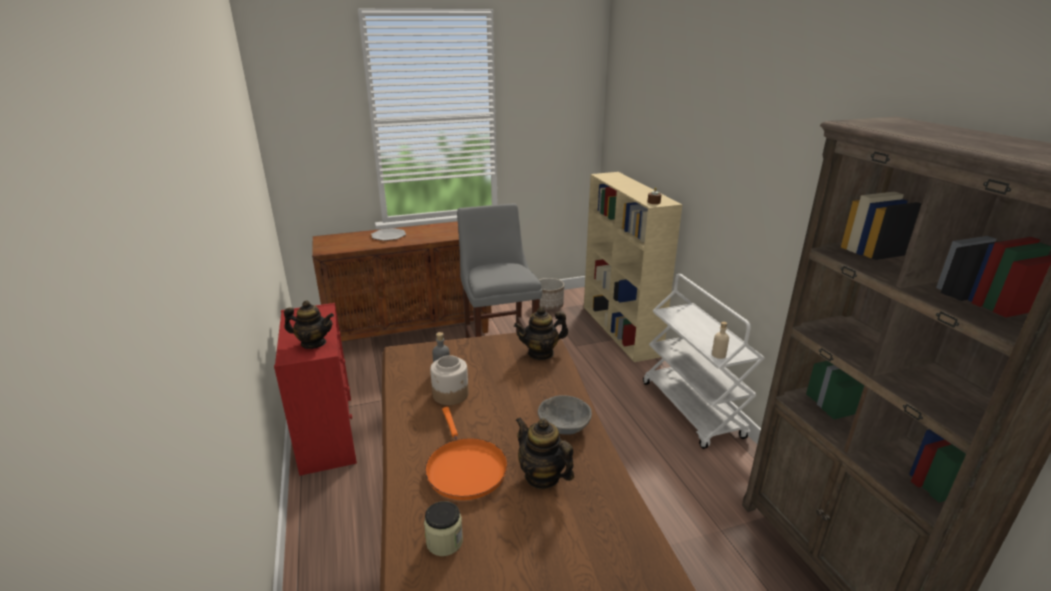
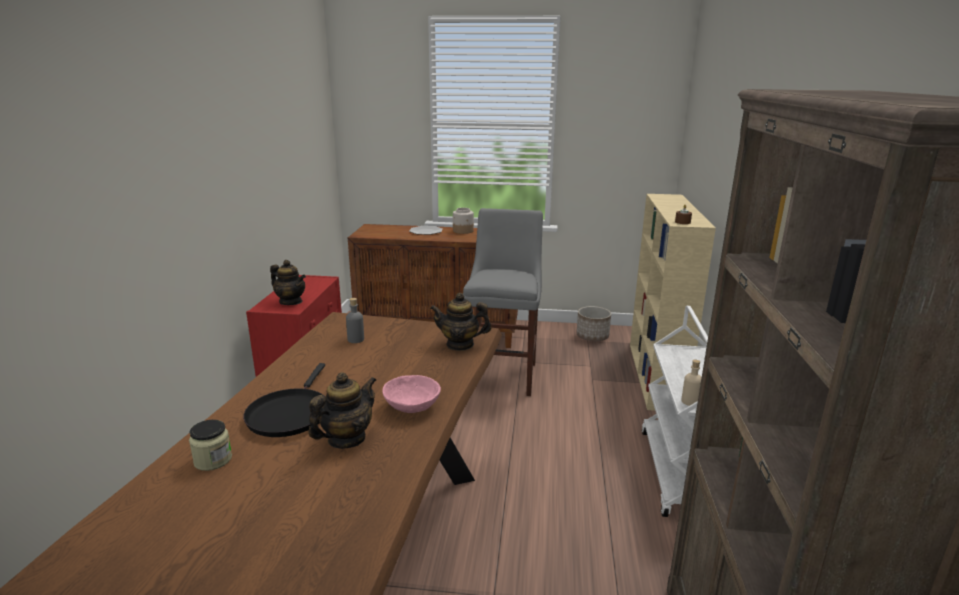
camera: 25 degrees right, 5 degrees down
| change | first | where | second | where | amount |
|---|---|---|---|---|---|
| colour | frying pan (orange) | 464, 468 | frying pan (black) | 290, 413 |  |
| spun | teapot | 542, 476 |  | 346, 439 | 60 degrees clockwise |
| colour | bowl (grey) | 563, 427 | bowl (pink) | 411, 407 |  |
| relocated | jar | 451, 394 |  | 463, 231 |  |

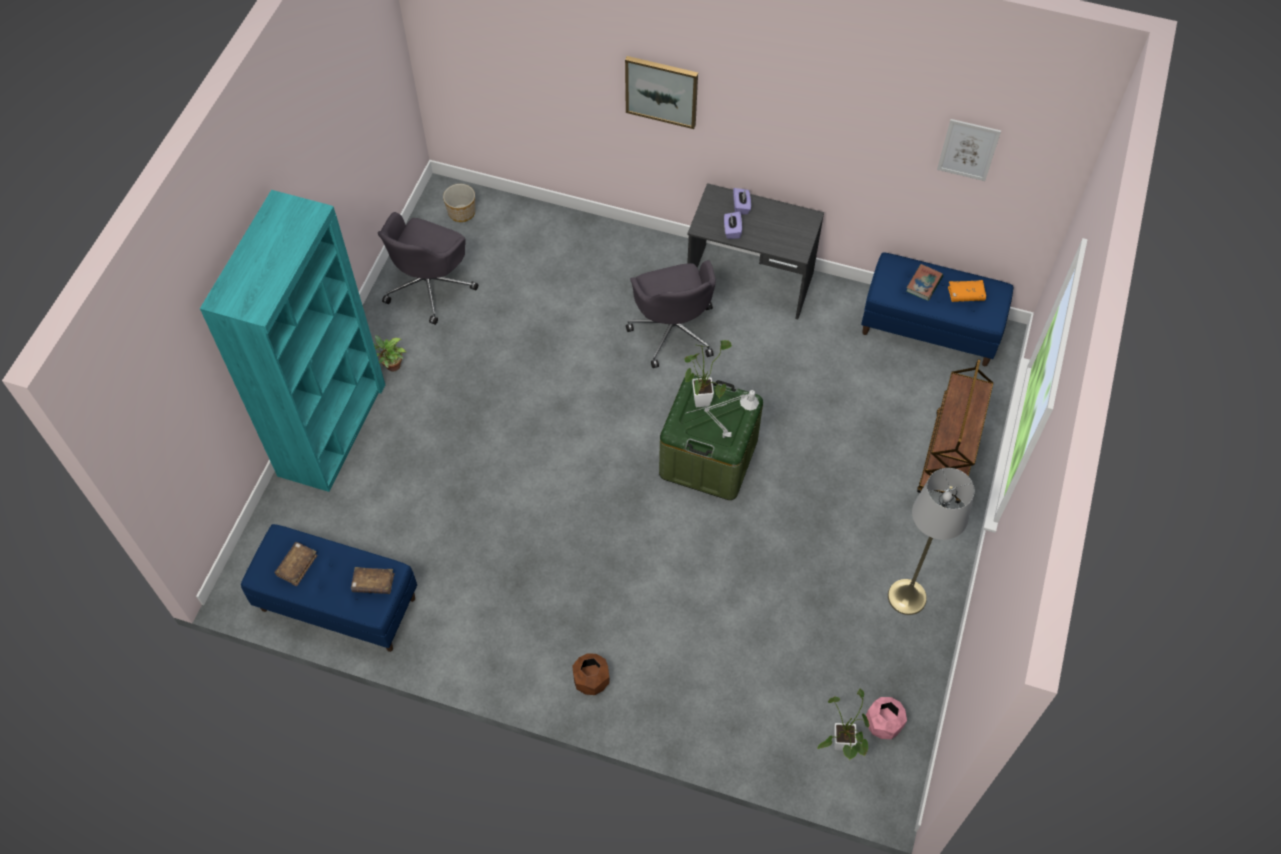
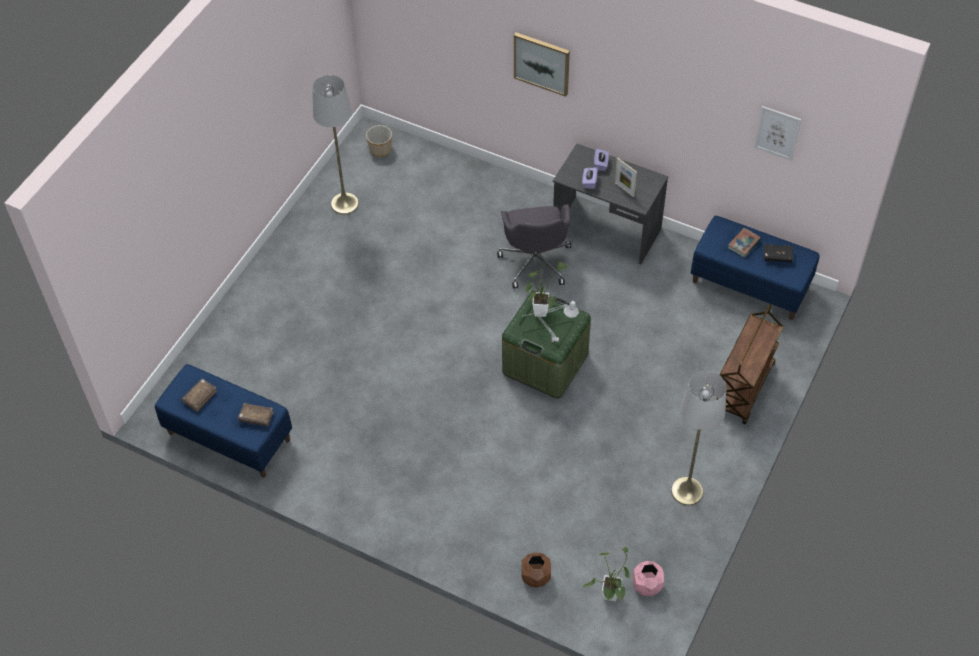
camera: 10 degrees right, 5 degrees down
| change | first | where | second | where | amount |
|---|---|---|---|---|---|
| exchanged | office chair (grey) | 430, 286 | floor lamp (grey) | 344, 203 |  |
| relocated | planter (brown) | 591, 681 |  | 535, 577 |  |
| appeared |  |  | picture frame | 624, 189 |  |
| colour | book (orange) | 966, 294 | book (black) | 777, 256 |  |
| missing | bookcase (turquoise) | 332, 429 |  |  |  |
| missing | potted plant | 391, 366 |  |  |  |

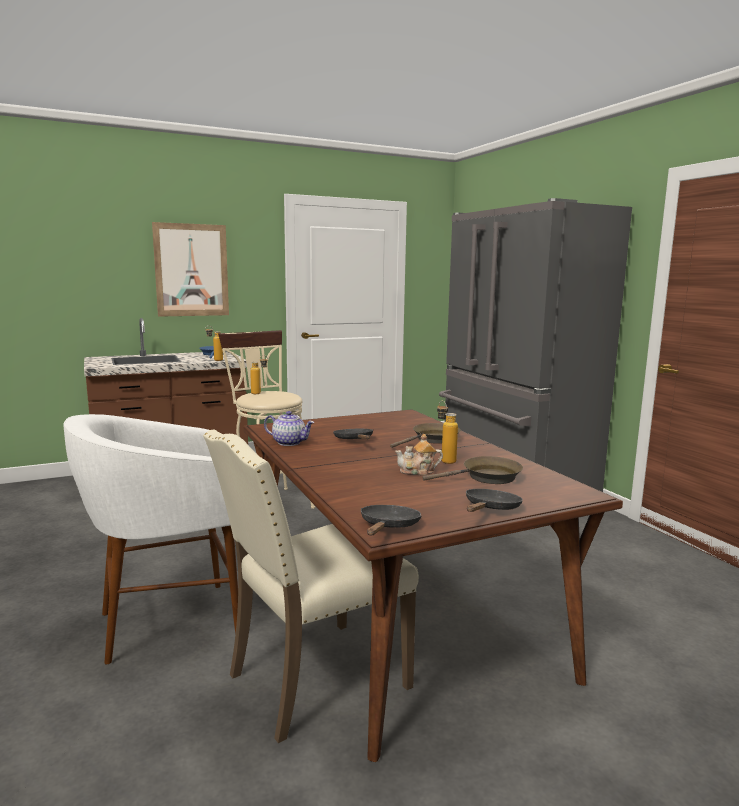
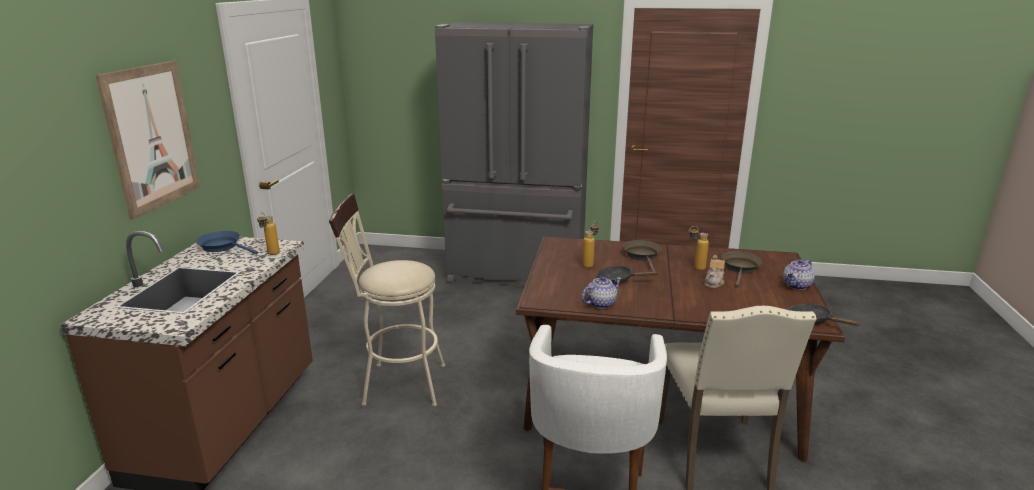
camera: 55 degrees left, 10 degrees up
| change | first | where | second | where | amount |
|---|---|---|---|---|---|
| relocated | bottle | 260, 393 |  | 590, 264 |  |
| exchanged | frying pan (black) | 490, 509 | teapot | 797, 285 |  |

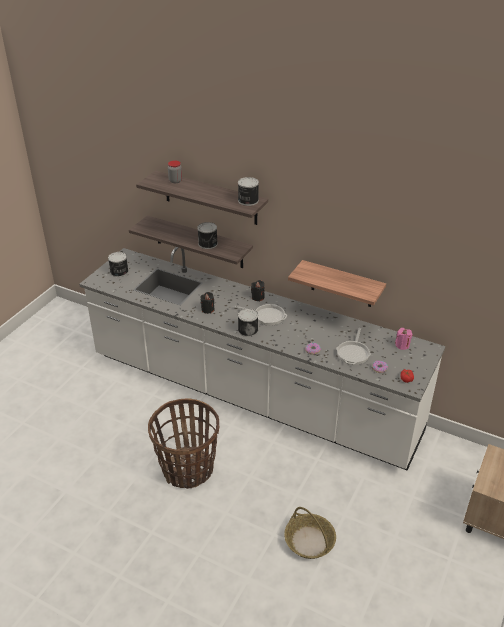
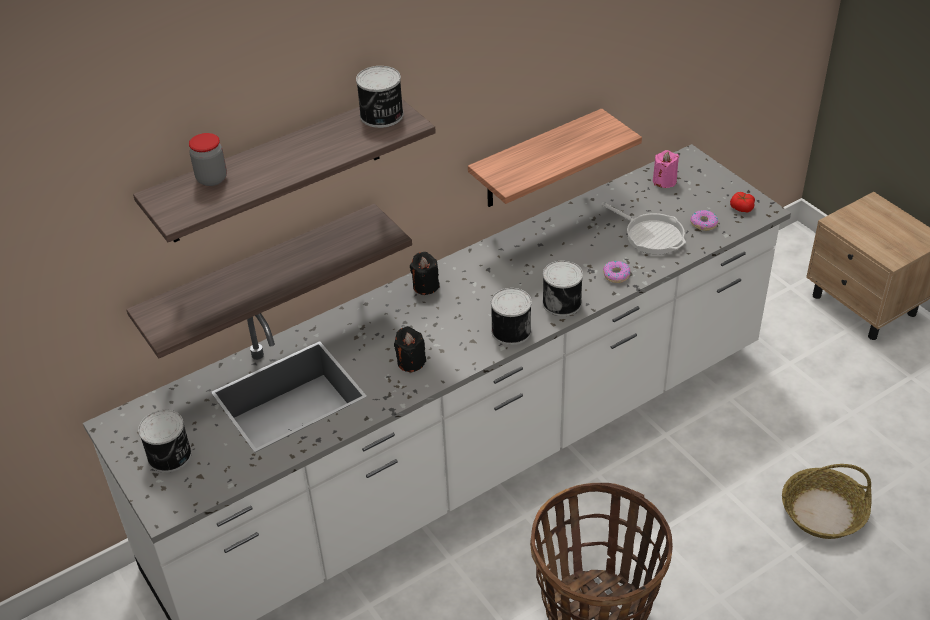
camera: 60 degrees left, 5 degrees up
| change | first | where | second | where | amount |
|---|---|---|---|---|---|
| relocated | can | 208, 244 |  | 562, 302 |  |
| missing | frying pan | 267, 316 |  |  |  |

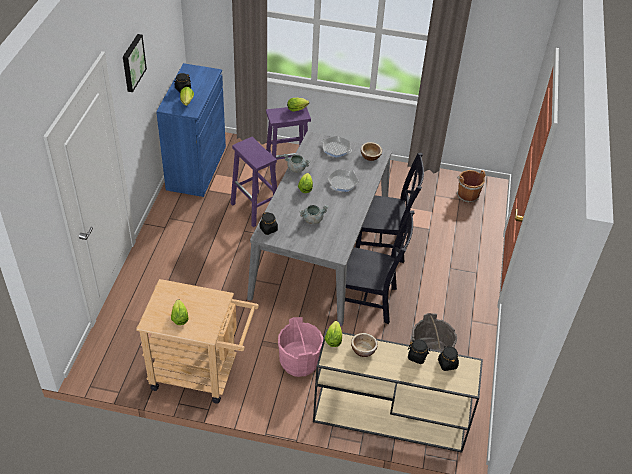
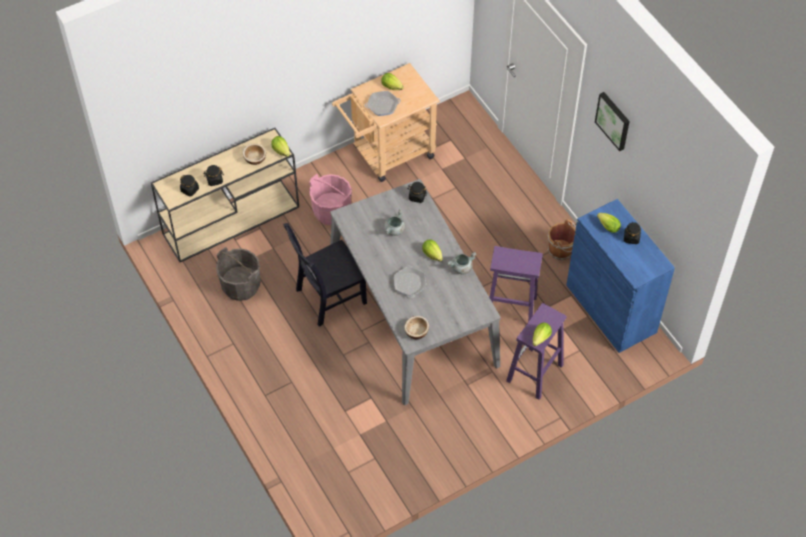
camera: 140 degrees right, 10 degrees up
| change | first | where | second | where | amount |
|---|---|---|---|---|---|
| relocated | frying pan | 336, 149 |  | 382, 105 |  |
| relocated | bucket (brown) | 467, 195 |  | 561, 250 |  |
| missing | chair (black) | 383, 244 |  |  |  |

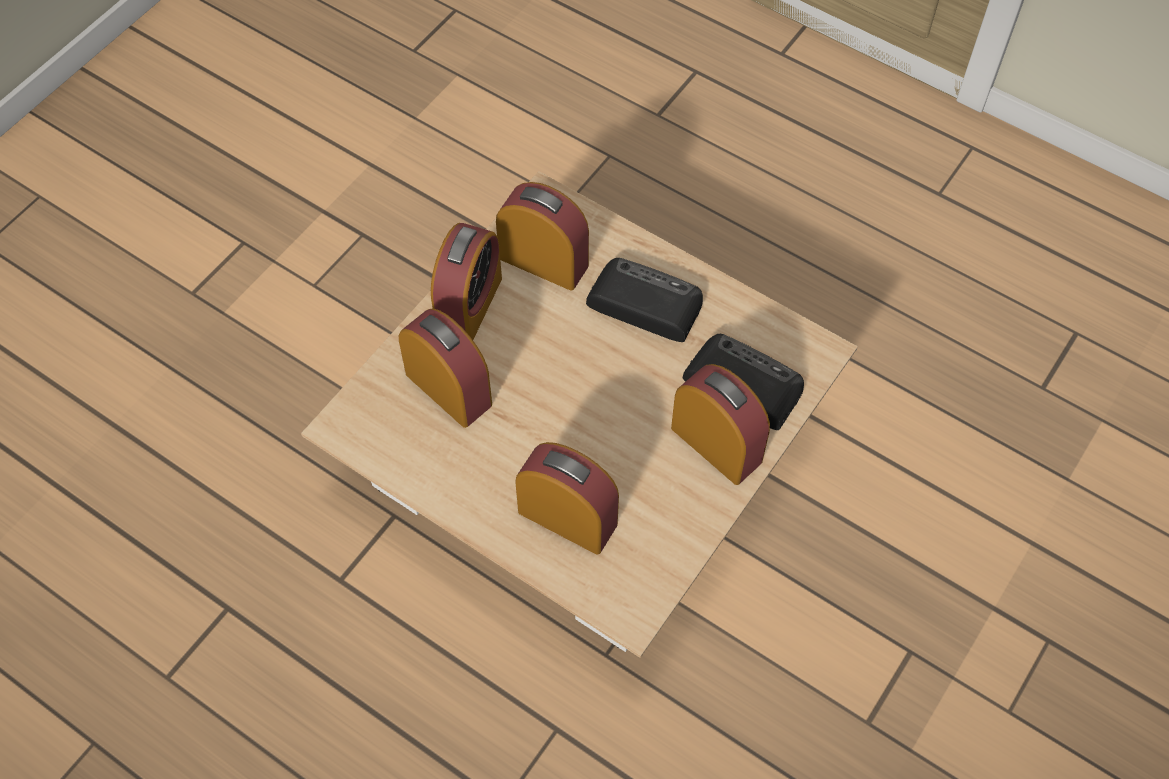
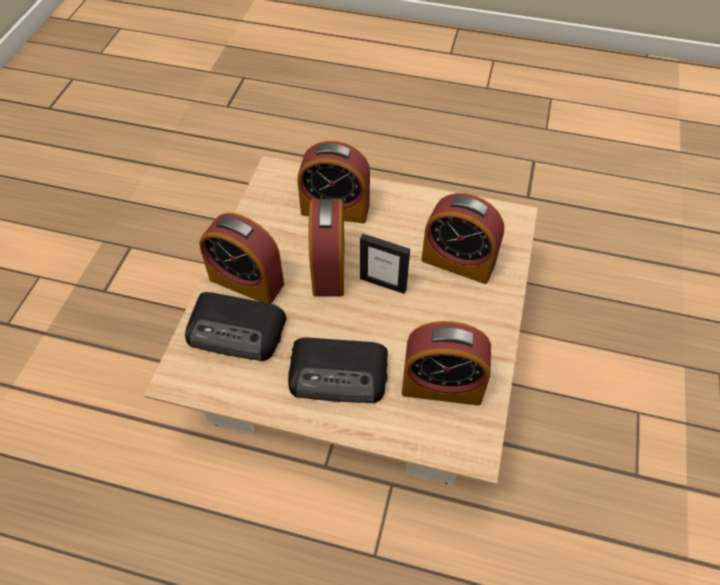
camera: 160 degrees right, 5 degrees down
| change | first | where | second | where | amount |
|---|---|---|---|---|---|
| relocated | alarm clock | 469, 305 |  | 329, 267 |  |
| appeared |  |  | picture frame | 383, 283 |  |

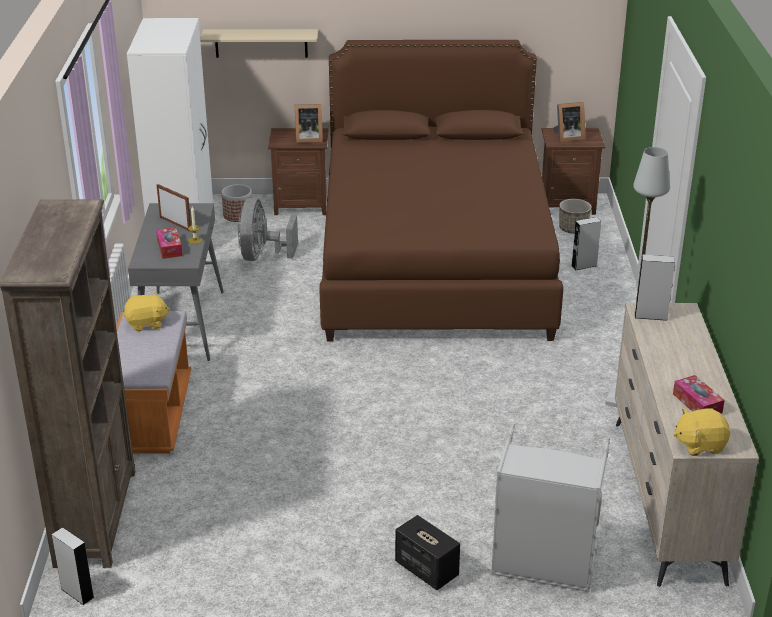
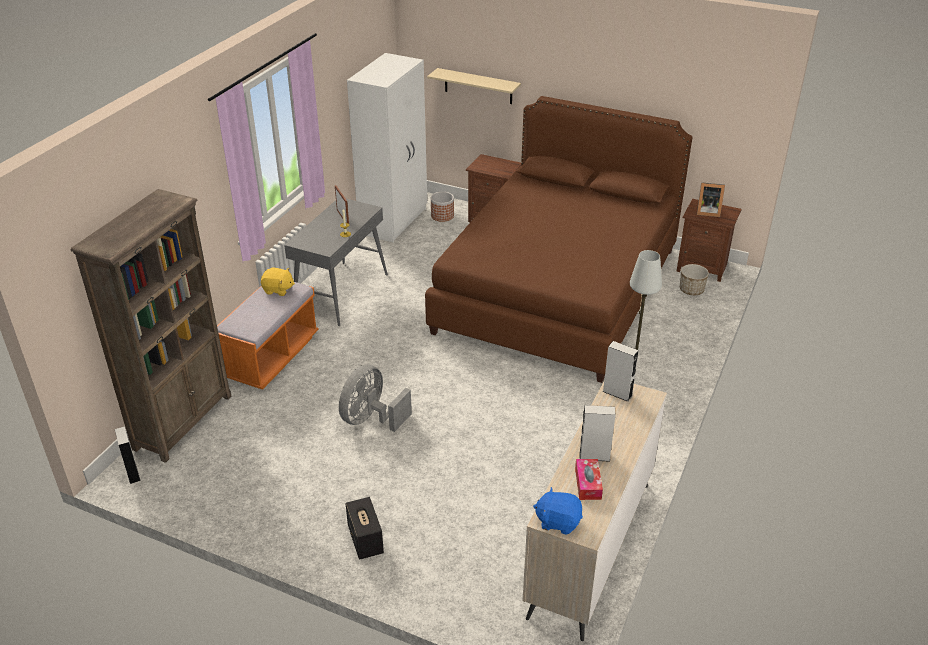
camera: 25 degrees right, 5 degrees up
| change | first | where | second | where | amount |
|---|---|---|---|---|---|
| relocated | fan (grey) | 262, 256 |  | 371, 419 |  |
| colour | plush toy (yellow) | 699, 444 | plush toy (blue) | 558, 521 |  |
| relocated | speaker (grey) | 584, 266 |  | 594, 456 |  |
| missing | tissue box | 169, 248 |  |  |  |
| missing | picture frame | 308, 138 |  |  |  |
| missing | laundry basket (grey) | 543, 566 |  |  |  |

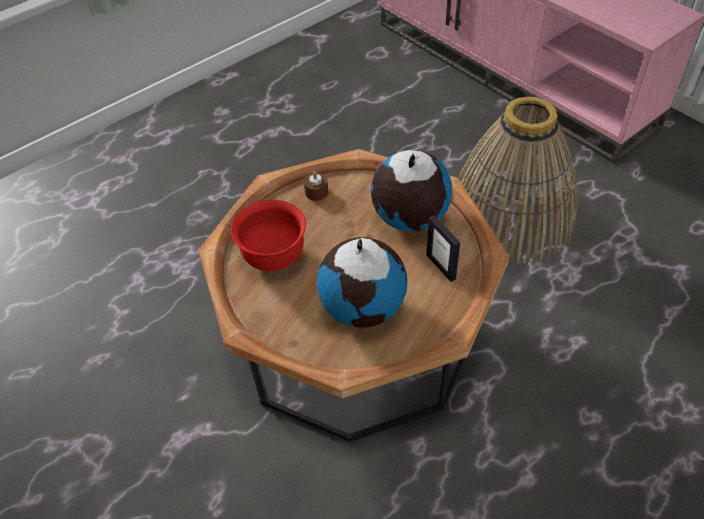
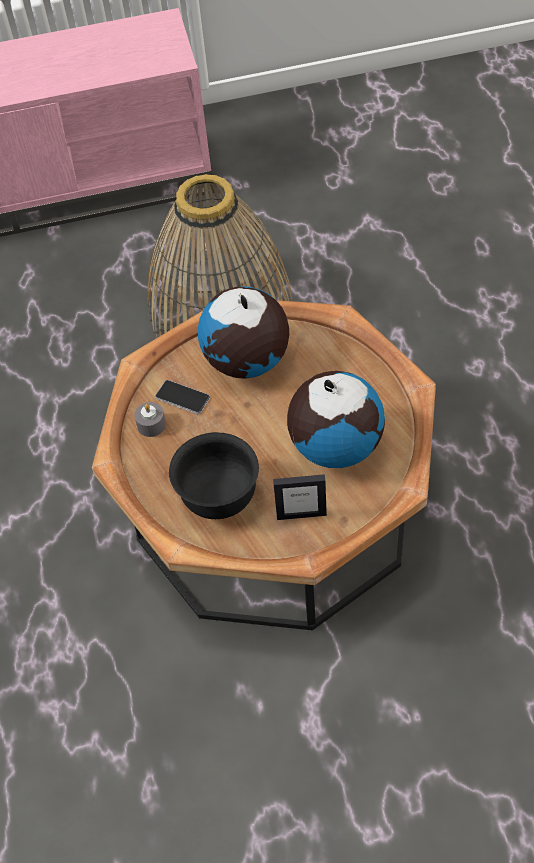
camera: 60 degrees left, 5 degrees up
| change | first | where | second | where | amount |
|---|---|---|---|---|---|
| colour | candle (brown) | 316, 192 | candle (grey) | 151, 425 |  |
| appeared |  |  | phone | 182, 398 |  |
| colour | bowl (red) | 274, 256 | bowl (black) | 219, 497 |  |
| relocated | picture frame | 441, 267 |  | 301, 514 |  |

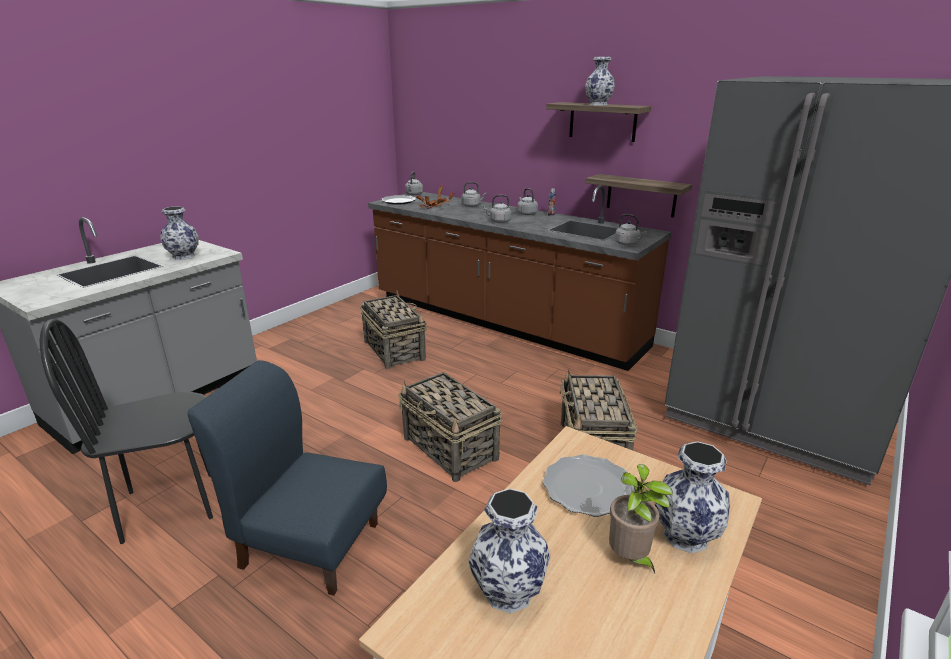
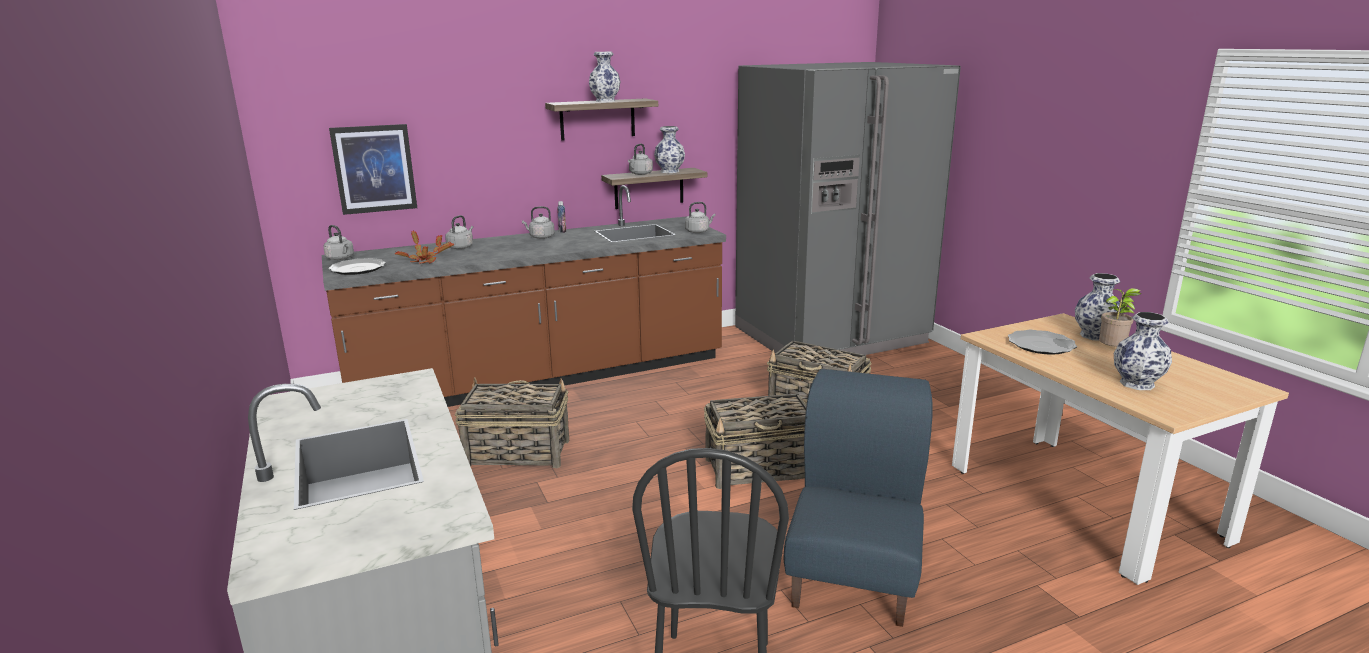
camera: 60 degrees left, 5 degrees down
| change | first | where | second | where | amount |
|---|---|---|---|---|---|
| appeared |  |  | picture | 374, 169 |  |
| relocated | kettle (grey) | 499, 221 |  | 640, 174 |  |
| relocated | vase | 183, 257 |  | 670, 171 |  |
| spun | chair (blue) | 310, 544 |  | 854, 578 | 150 degrees clockwise |

